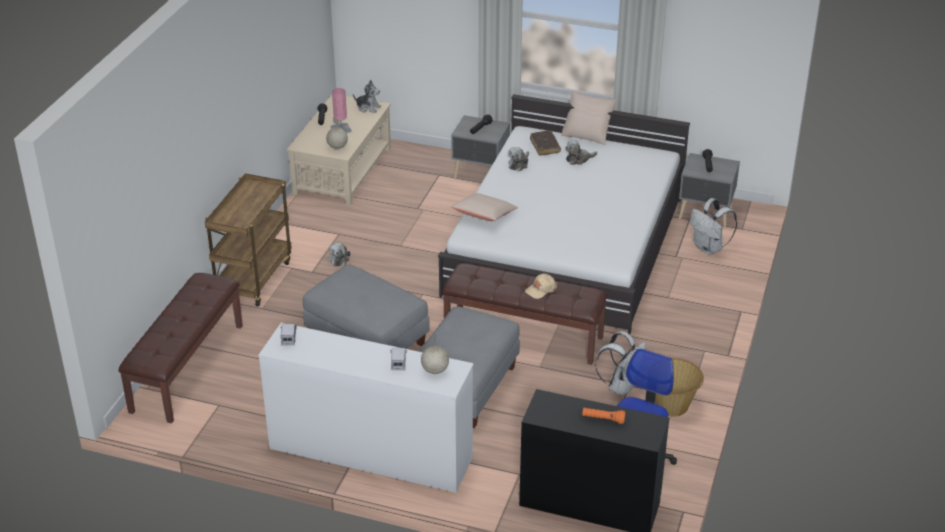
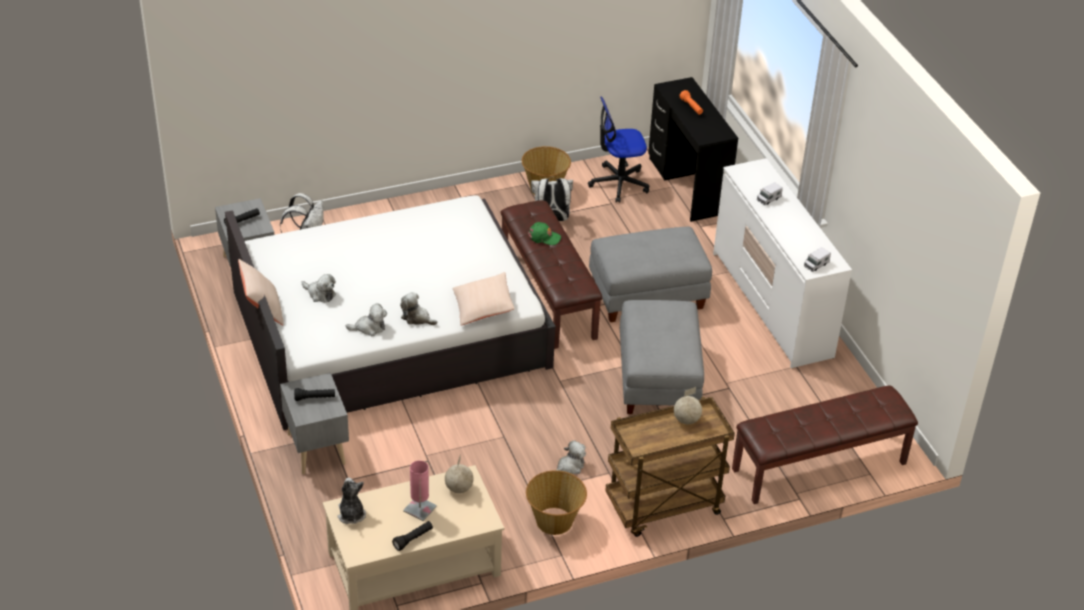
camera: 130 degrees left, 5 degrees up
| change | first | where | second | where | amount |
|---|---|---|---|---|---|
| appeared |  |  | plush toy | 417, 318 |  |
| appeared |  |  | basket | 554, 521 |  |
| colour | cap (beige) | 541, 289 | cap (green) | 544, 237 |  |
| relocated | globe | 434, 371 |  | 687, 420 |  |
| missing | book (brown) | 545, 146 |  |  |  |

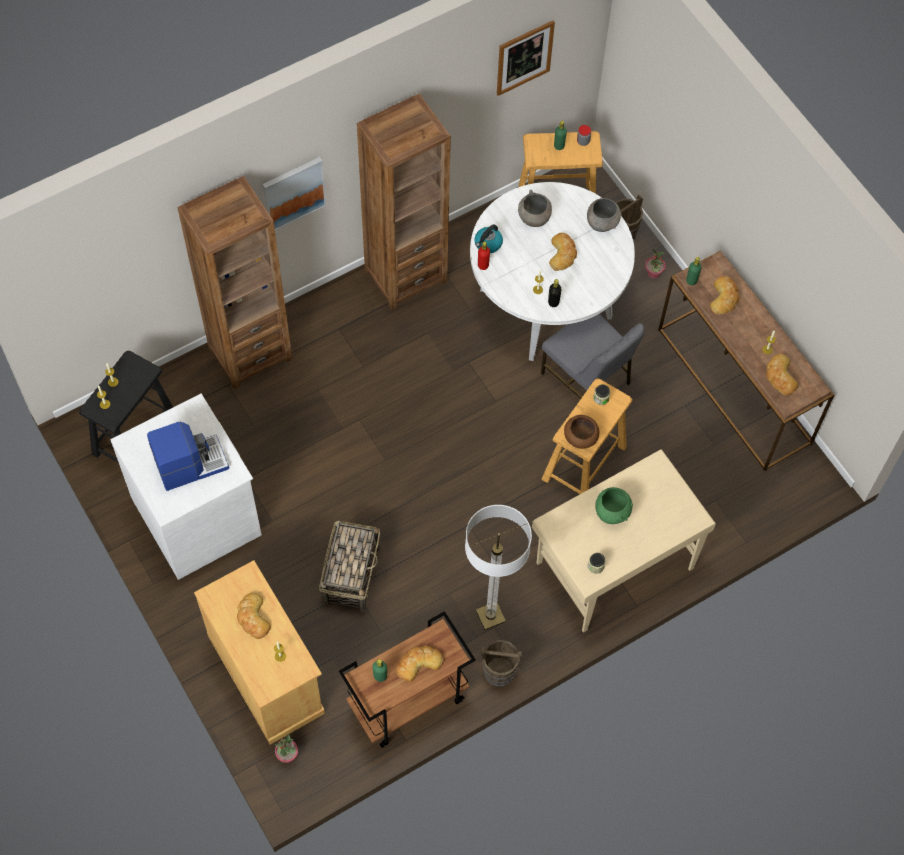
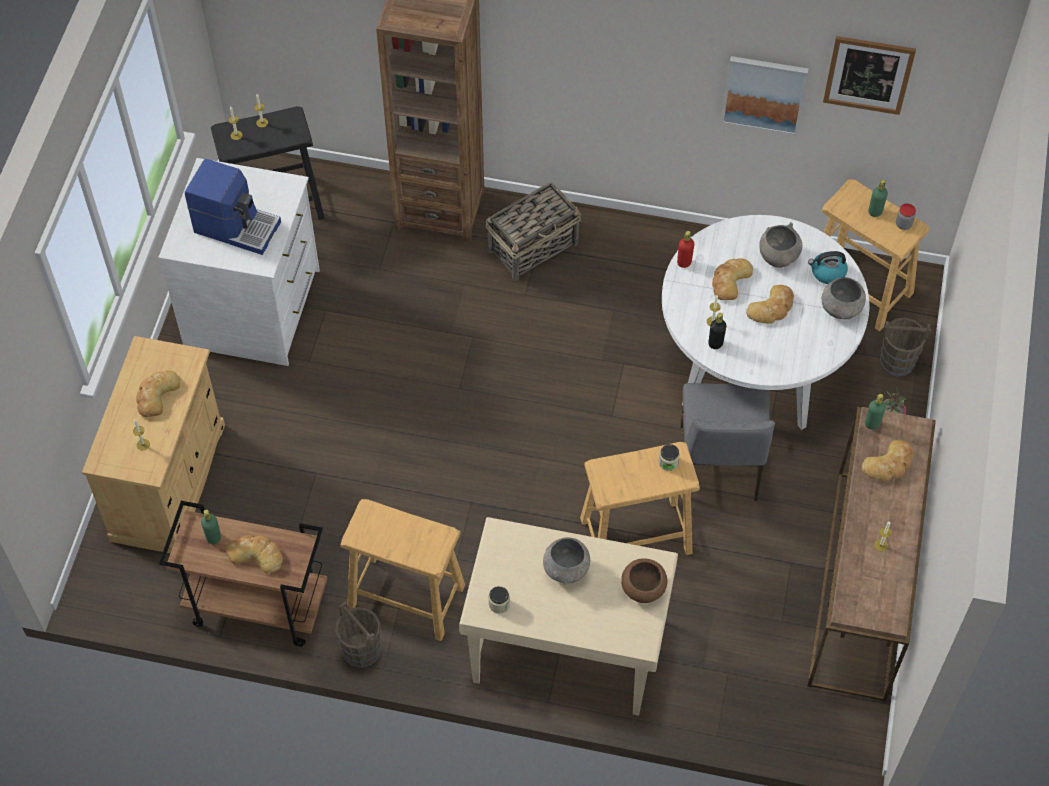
camera: 45 degrees right, 5 degrees down
| change | first | where | second | where | amount |
|---|---|---|---|---|---|
| exchanged | floor lamp | 490, 616 | stool (beige) | 405, 596 |  |
| relocated | basket | 351, 574 |  | 534, 246 |  |
| colour | bowl (green) | 612, 512 | bowl (grey) | 566, 570 |  |
| relocated | bowl (brown) | 580, 437 |  | 643, 587 |  |
| relocated | bread | 780, 377 |  | 729, 281 |  |
| relocated | picture | 293, 193 |  | 764, 93 |  |
| relocated | kettle | 488, 244 |  | 827, 273 |  |
| missing | potted plant | 287, 755 |  |  |  |
| missing | bookcase (brown) | 405, 275 |  |  |  |

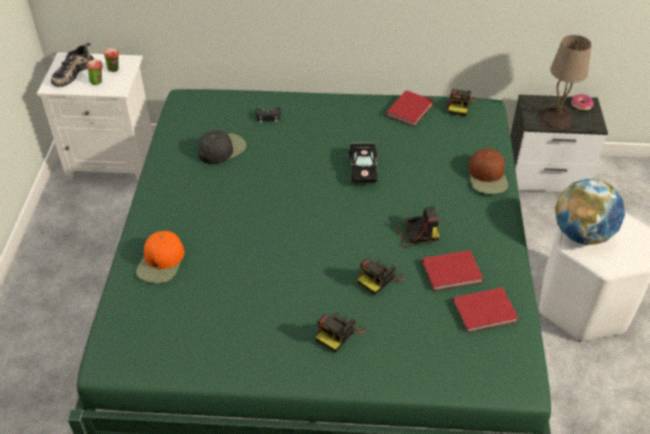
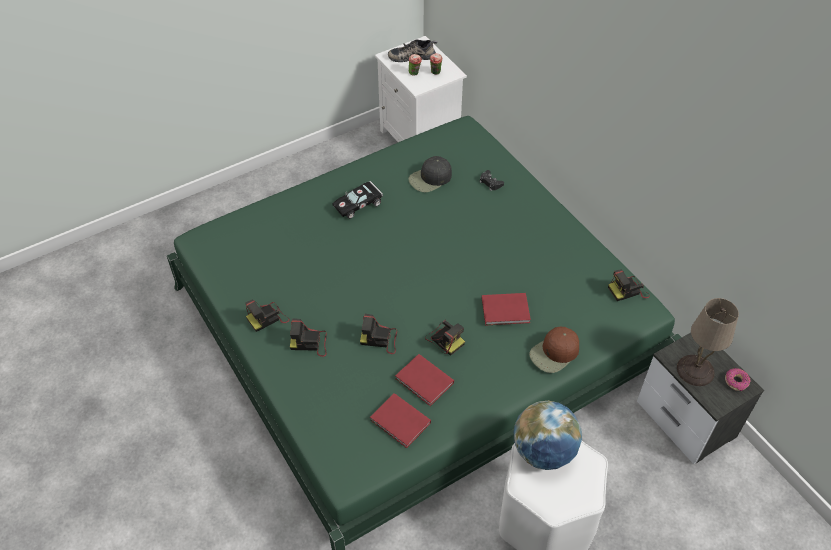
camera: 55 degrees right, 5 degrees up
| change | first | where | second | where | amount |
|---|---|---|---|---|---|
| appeared |  |  | photo camera | 268, 318 |  |
| relocated | toy car (black) | 363, 168 |  | 359, 204 |  |
| spun | cap (black) | 222, 149 |  | 430, 179 | 135 degrees clockwise |
| relocated | book (red) | 411, 109 |  | 506, 311 |  |
| missing | cap (orange) | 161, 262 |  |  |  |

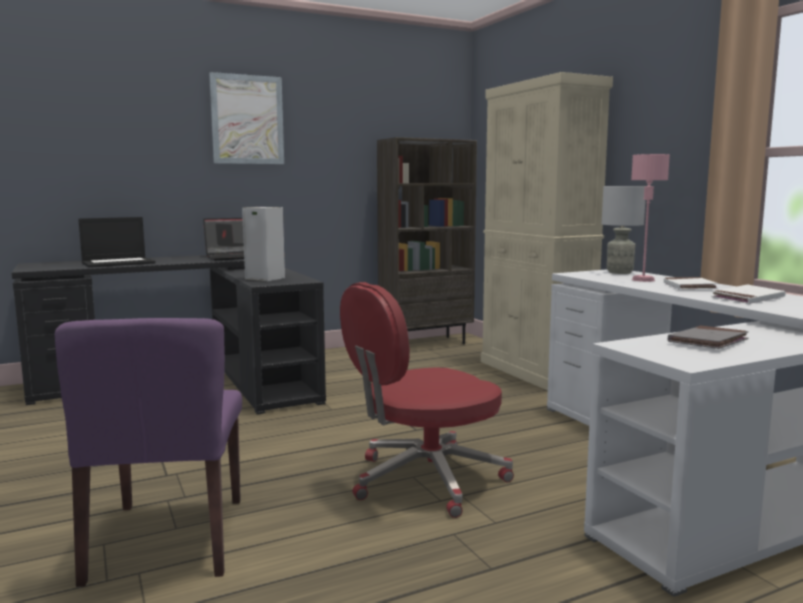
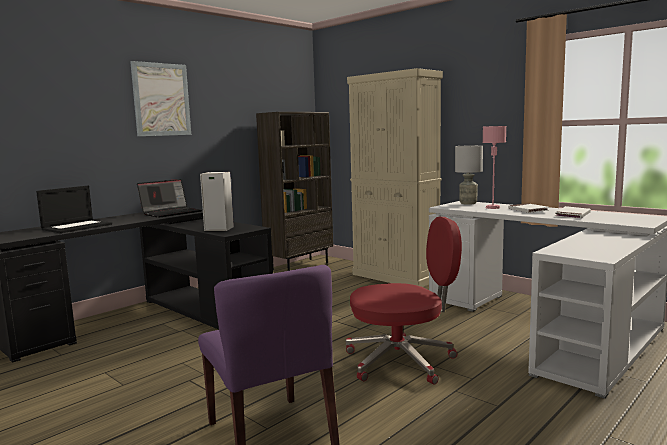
camera: 20 degrees left, 0 degrees up
| change | first | where | second | where | amount |
|---|---|---|---|---|---|
| spun | office chair (red) | 425, 480 |  | 402, 361 | 135 degrees counterclockwise |
| missing | book (grey) | 708, 342 |  |  |  |

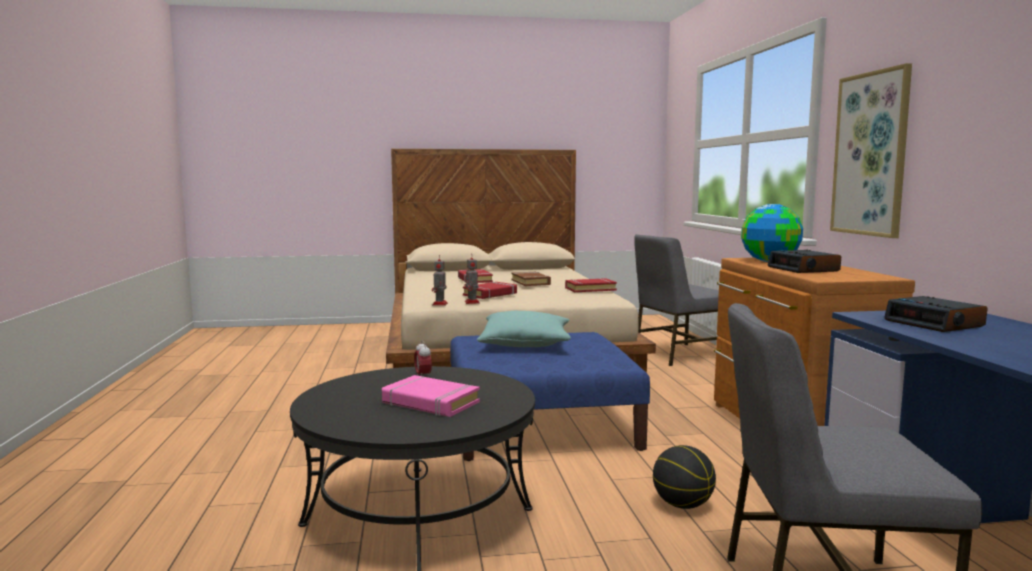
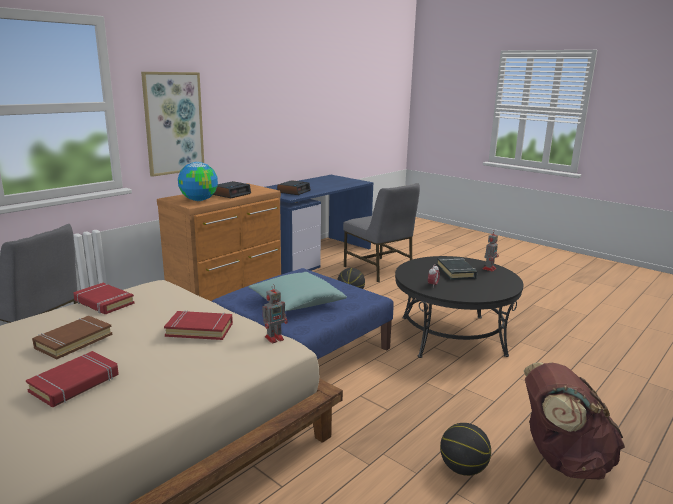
camera: 130 degrees left, 10 degrees up
| change | first | where | second | where | amount |
|---|---|---|---|---|---|
| colour | book (pink) | 430, 403 | book (black) | 456, 271 |  |
| appeared |  |  | basketball | 463, 469 |  |
| relocated | toy robot | 472, 302 |  | 489, 268 |  |
| appeared |  |  | backpack (brown) | 562, 460 |  |

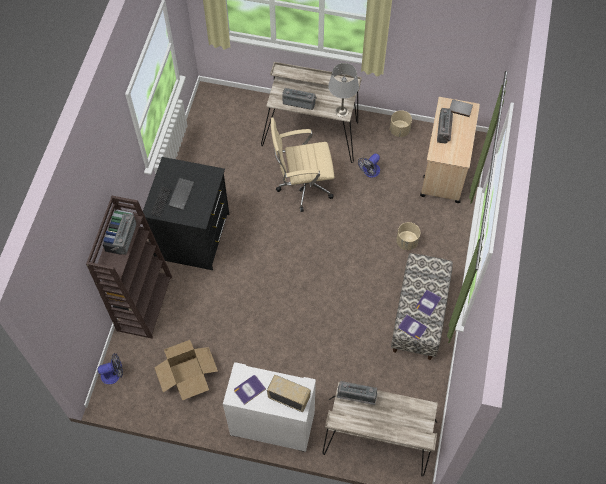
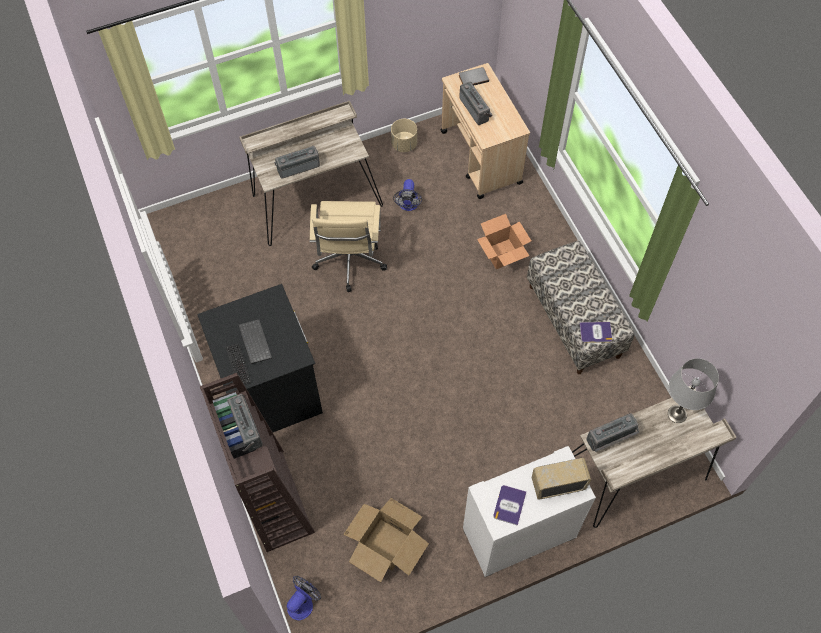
camera: 35 degrees left, 0 degrees up
| change | first | where | second | where | amount |
|---|---|---|---|---|---|
| spun | office chair (beige) | 302, 187 |  | 349, 263 | 45 degrees counterclockwise |
| exchanged | planter (beige) | 407, 242 | cardboard box | 502, 253 |  |
| relocated | table lamp (grey) | 342, 112 |  | 677, 414 |  |
| missing | book | 428, 303 |  |  |  |

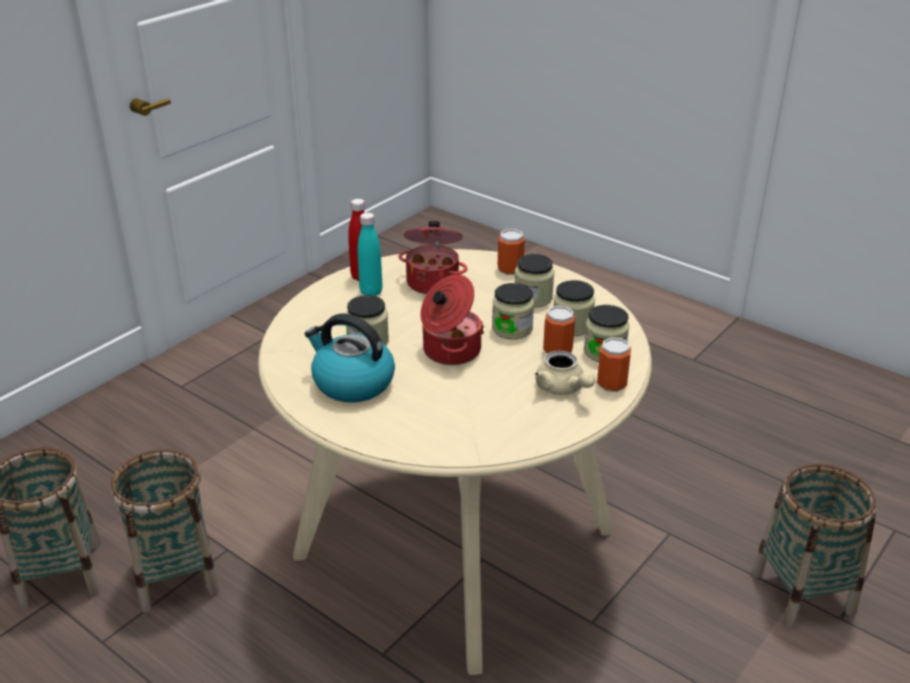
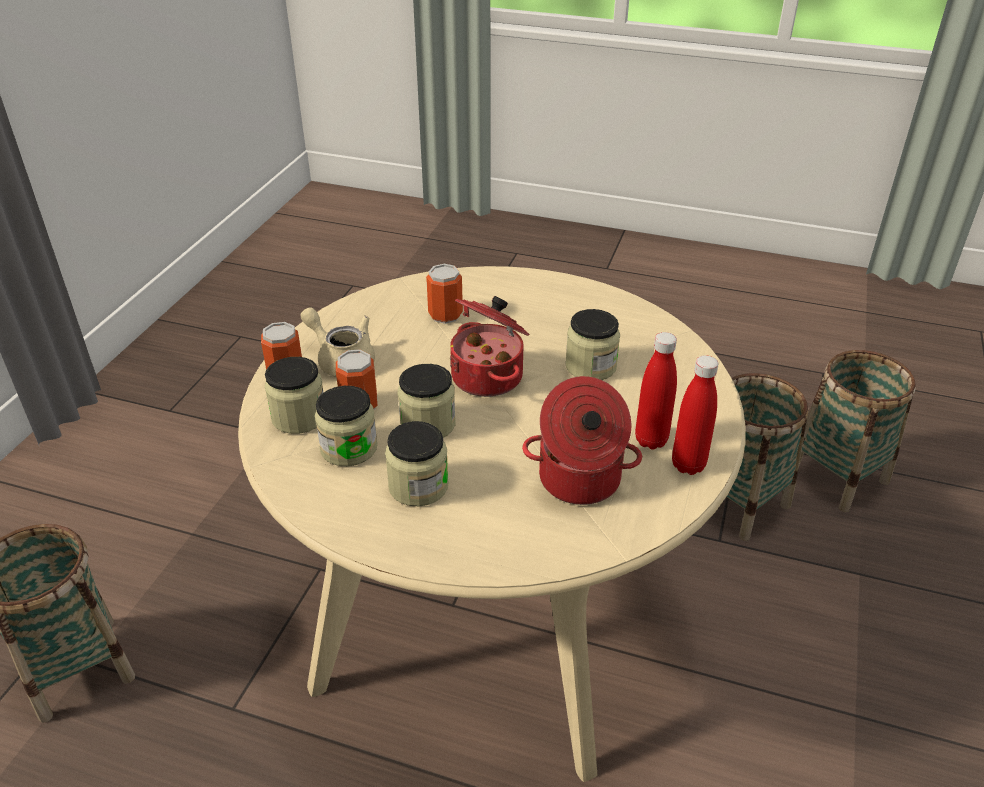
camera: 160 degrees right, 5 degrees up
| change | first | where | second | where | amount |
|---|---|---|---|---|---|
| relocated | can | 510, 269 |  | 445, 315 |  |
| colour | bottle (turquoise) | 371, 292 | bottle (red) | 651, 440 |  |
| missing | kettle | 352, 383 |  |  |  |

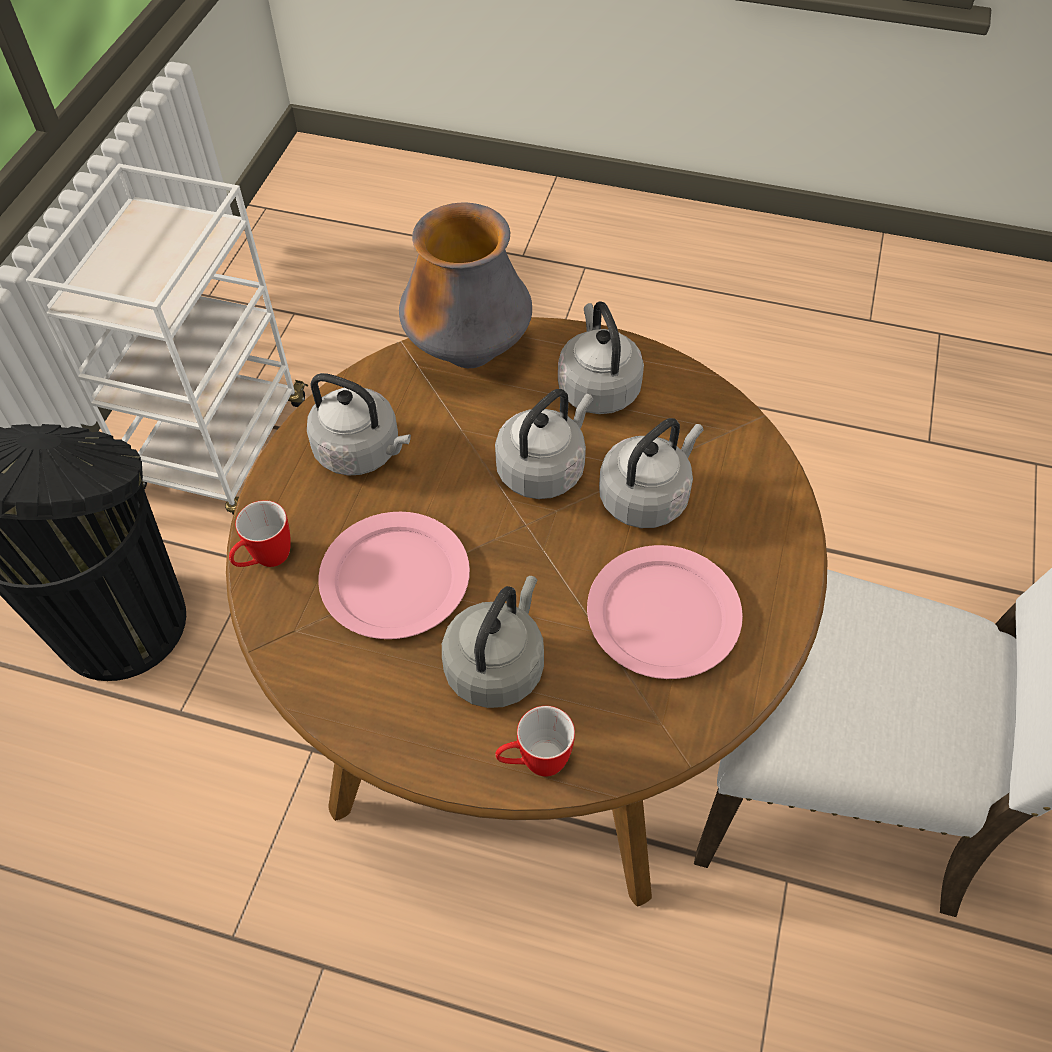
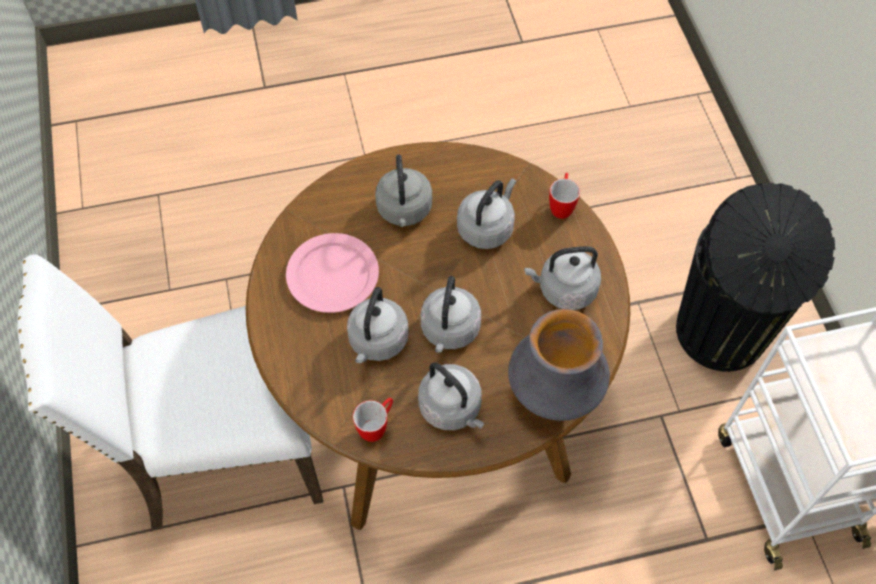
camera: 150 degrees right, 5 degrees up
| change | first | where | second | where | amount |
|---|---|---|---|---|---|
| relocated | mug | 534, 762 |  | 377, 426 |  |
| exchanged | plate (pink) | 394, 579 | kettle (grey) | 487, 227 |  |

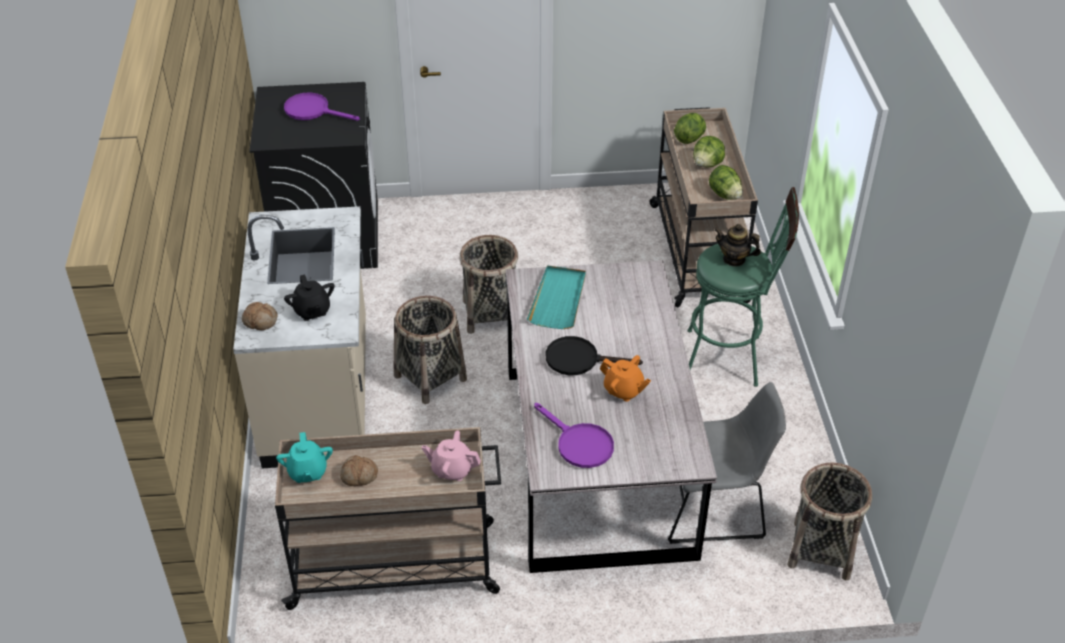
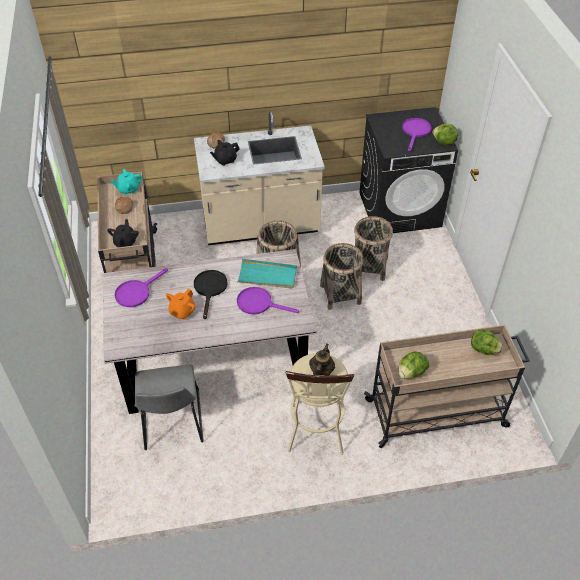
camera: 85 degrees right, 5 degrees up
| change | first | where | second | where | amount |
|---|---|---|---|---|---|
| colour | teapot (pink) | 452, 469 | teapot (black) | 125, 242 |  |
| appeared |  |  | frying pan (purple) | 259, 303 |  |
| colour | stool (green) | 730, 358 | stool (beige) | 316, 434 |  |
| relocated | basket | 821, 550 |  | 369, 267 |  |
| relocated | lettuce | 707, 164 |  | 444, 142 |  |

